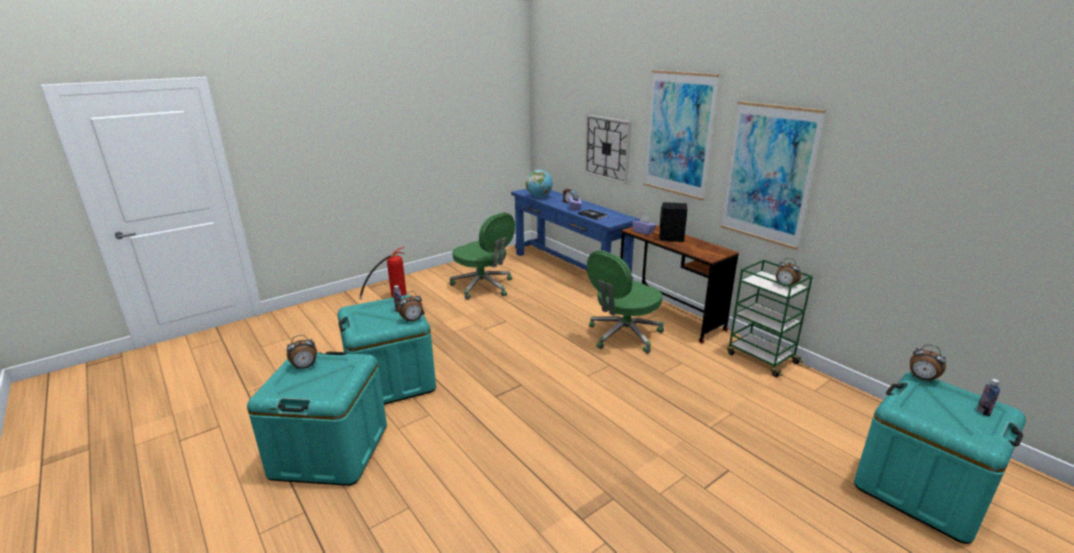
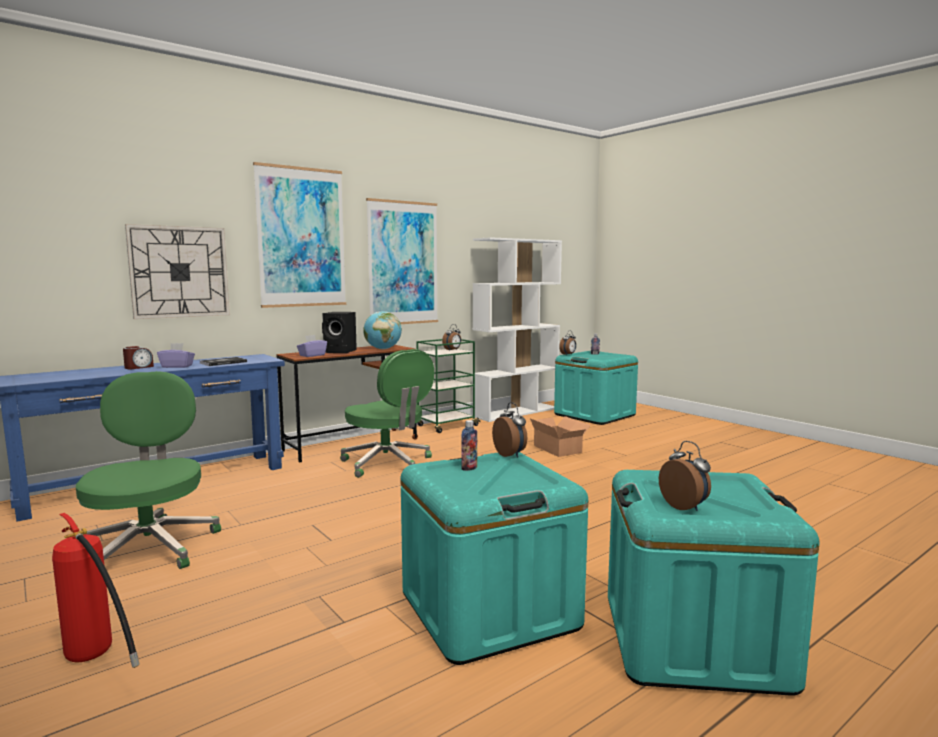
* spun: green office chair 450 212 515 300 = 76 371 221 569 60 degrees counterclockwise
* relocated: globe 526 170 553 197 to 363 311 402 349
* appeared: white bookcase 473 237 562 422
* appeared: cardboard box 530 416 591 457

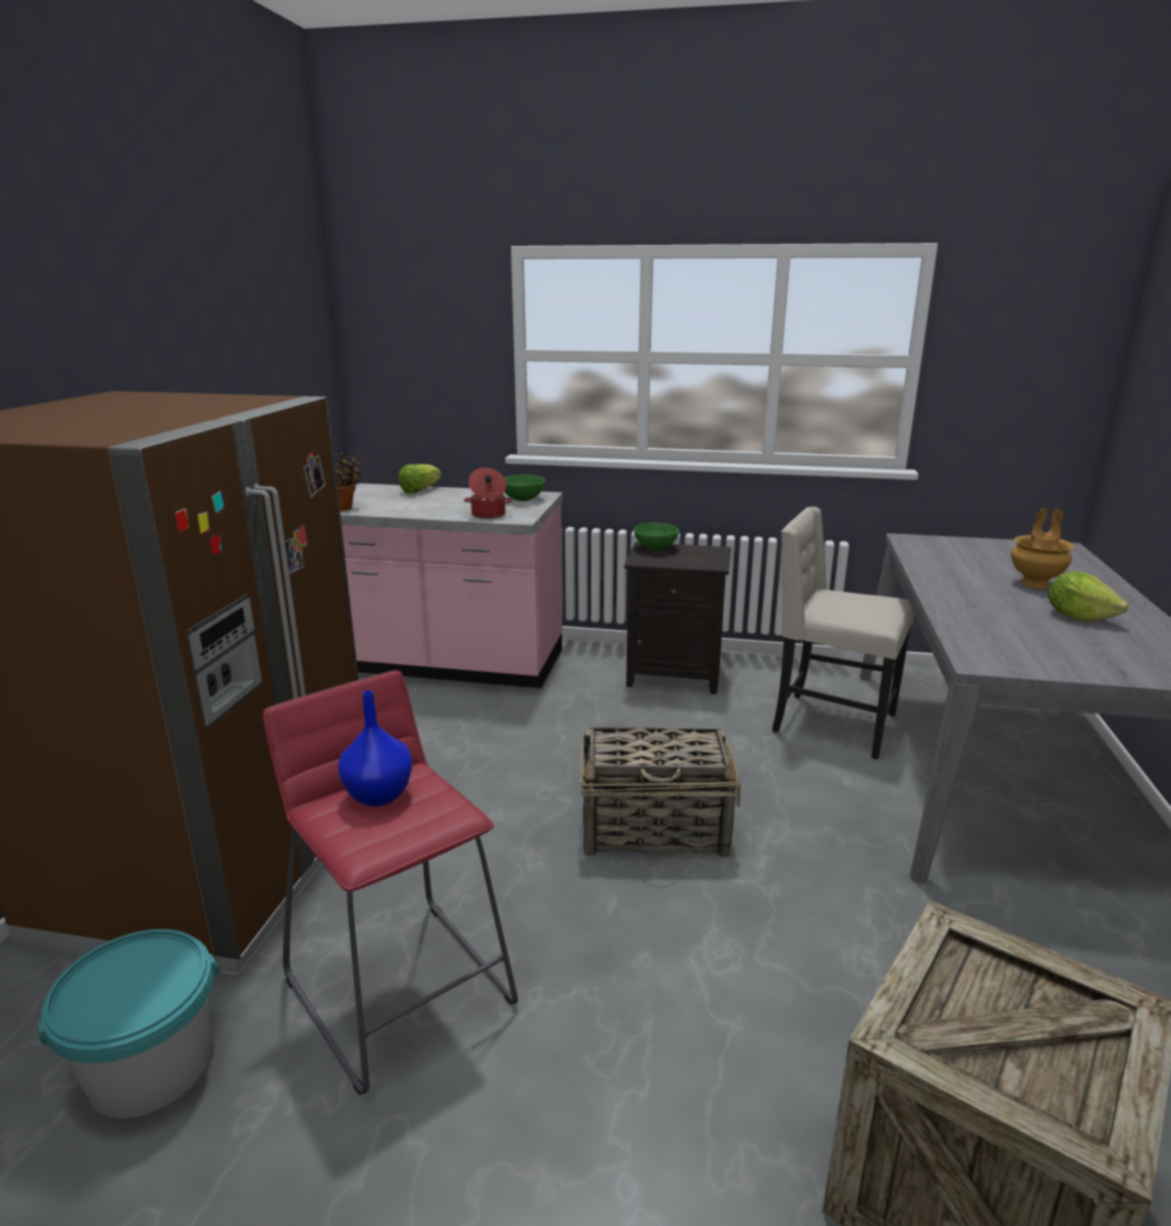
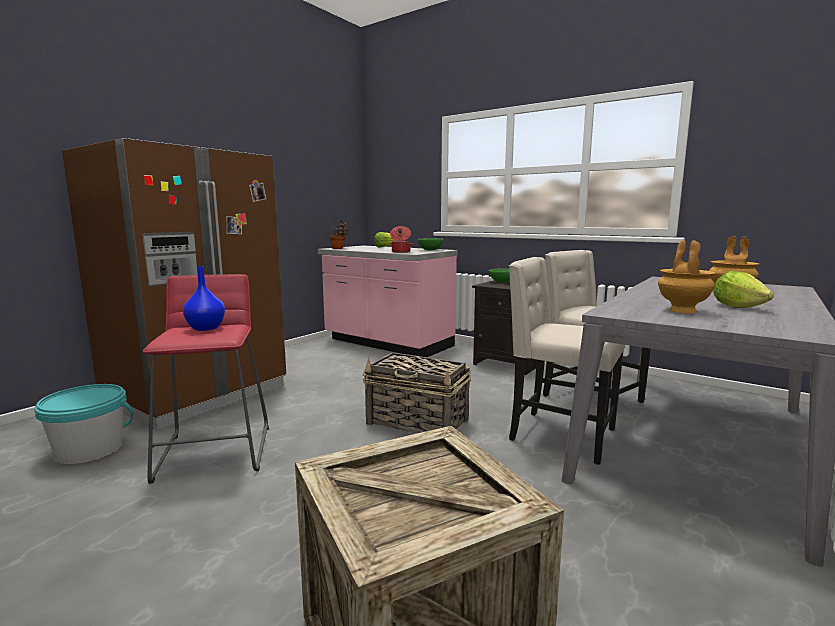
* appeared: beige chair 509 257 625 465
* appeared: brown vase 658 240 715 313

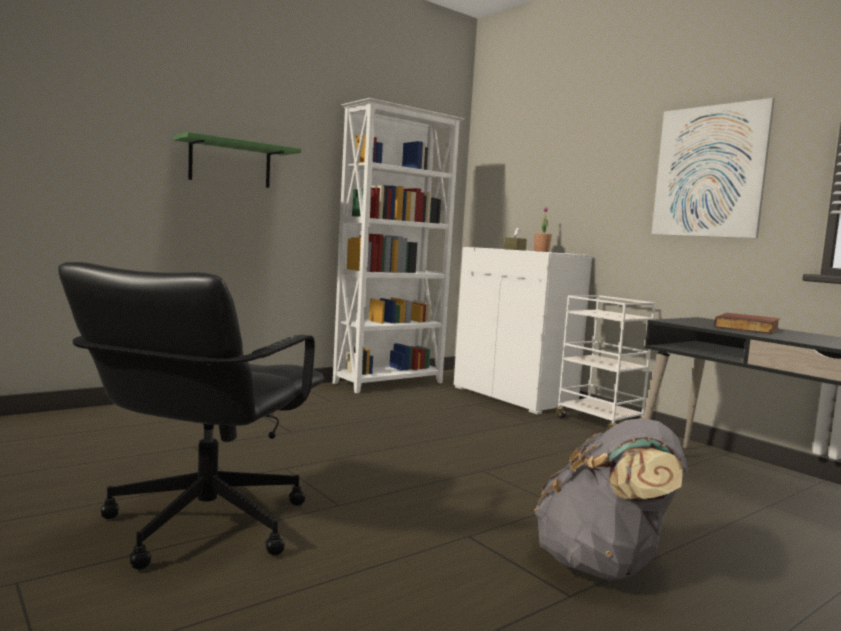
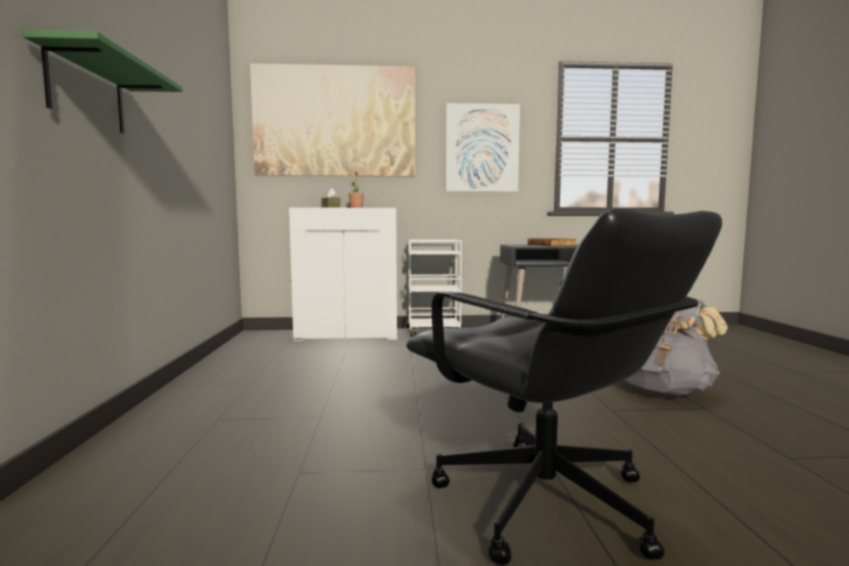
* appeared: picture 250 63 415 176
* missing: white bookcase 333 98 465 393

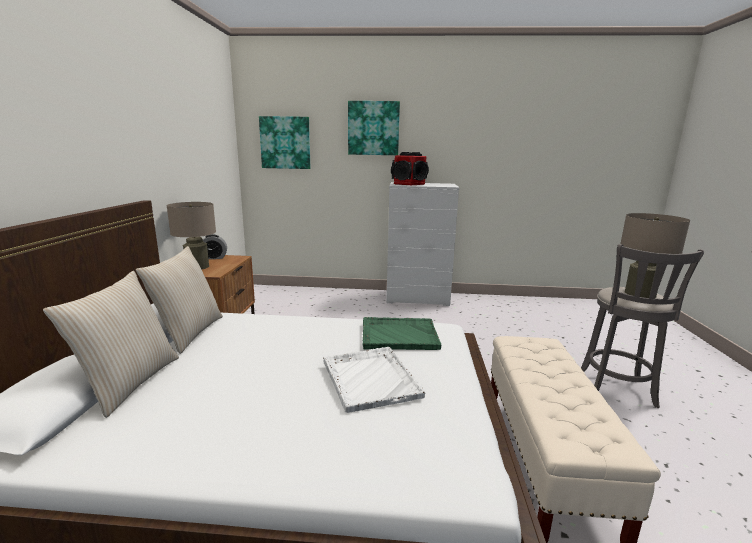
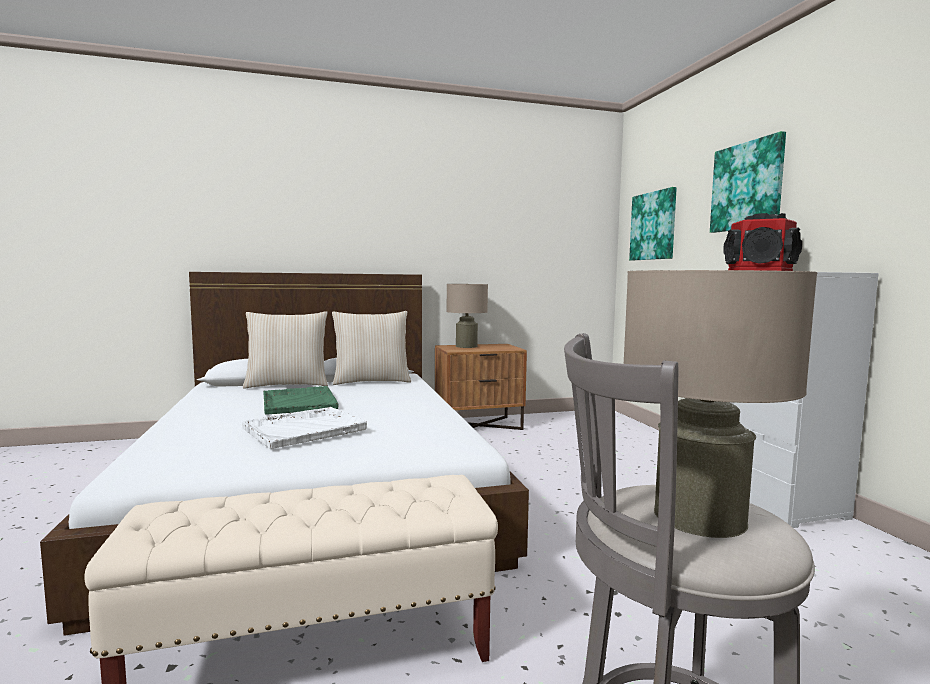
* relocated: green tray 362 317 441 350 to 263 386 339 415
* missing: alarm clock 203 235 227 259

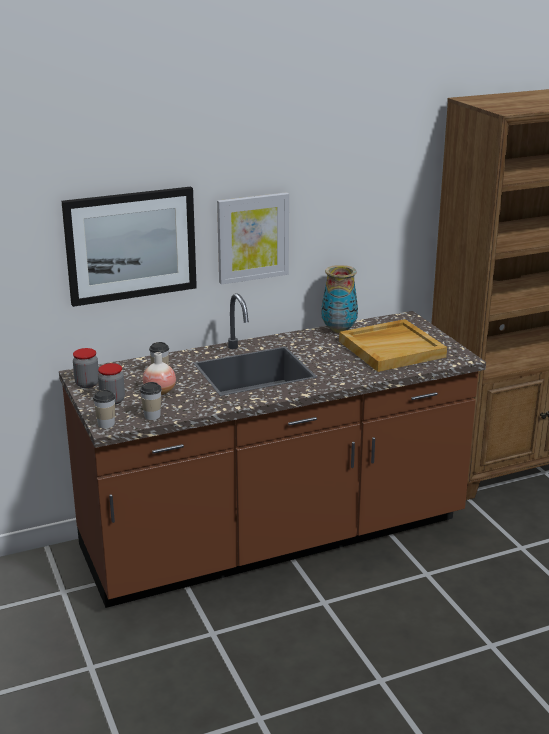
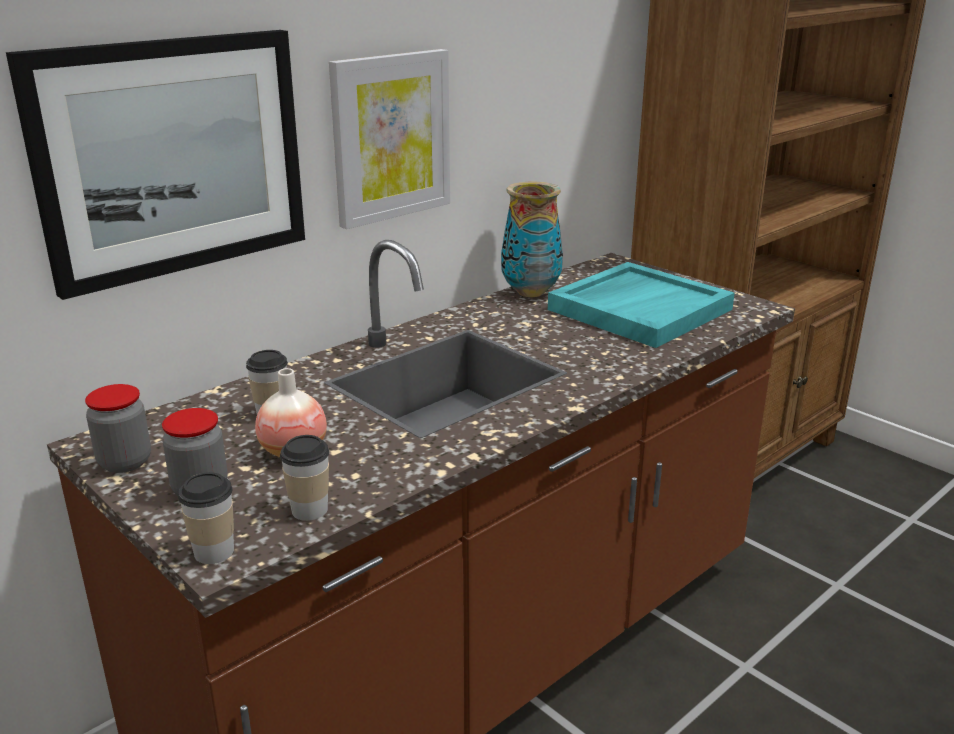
* colour: beige tray 339 319 447 372 to turquoise tray 548 262 735 348

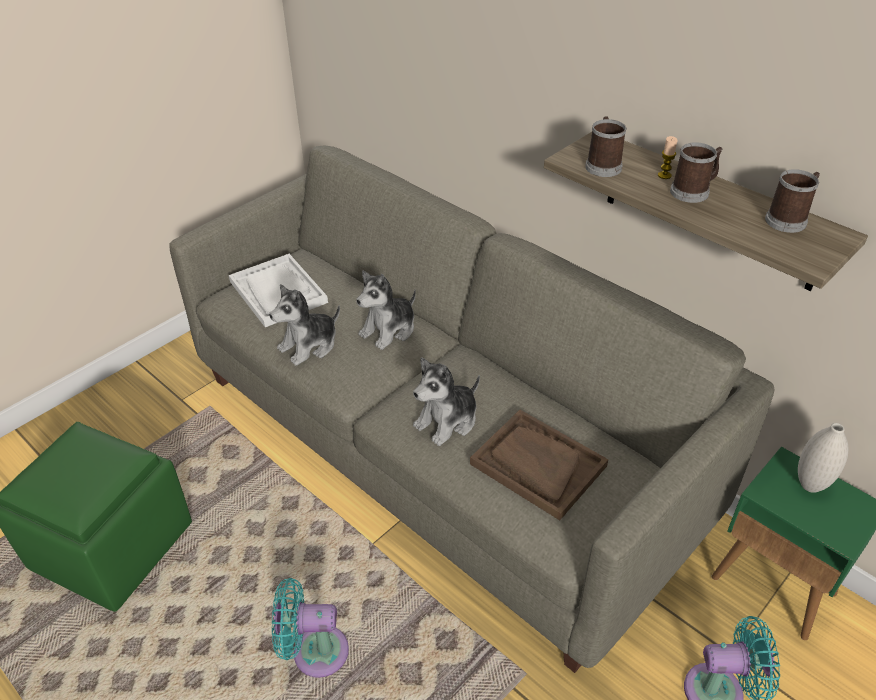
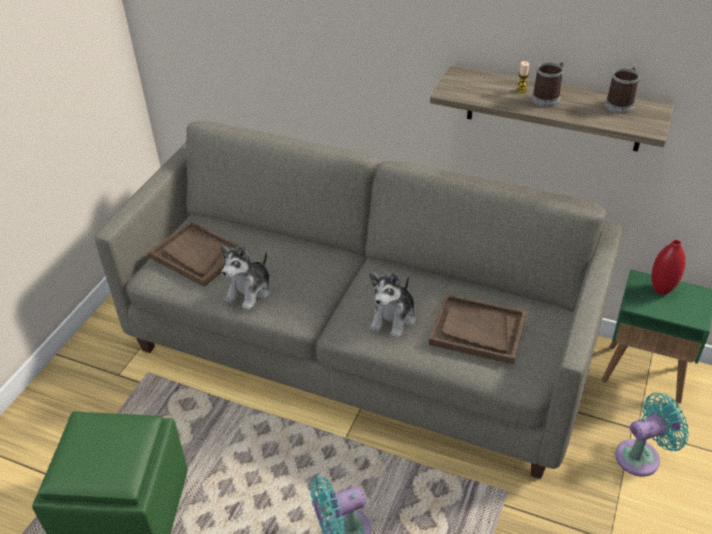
* colour: white tray 229 254 328 327 to brown tray 148 221 245 287
* colour: white vase 798 423 848 493 to red vase 651 240 686 295
* missing: plush toy 356 271 416 350
* missing: mug 585 116 627 177

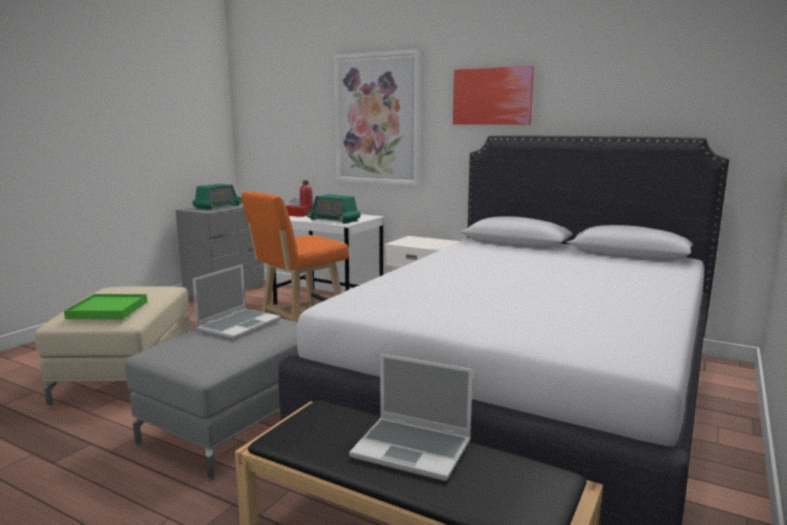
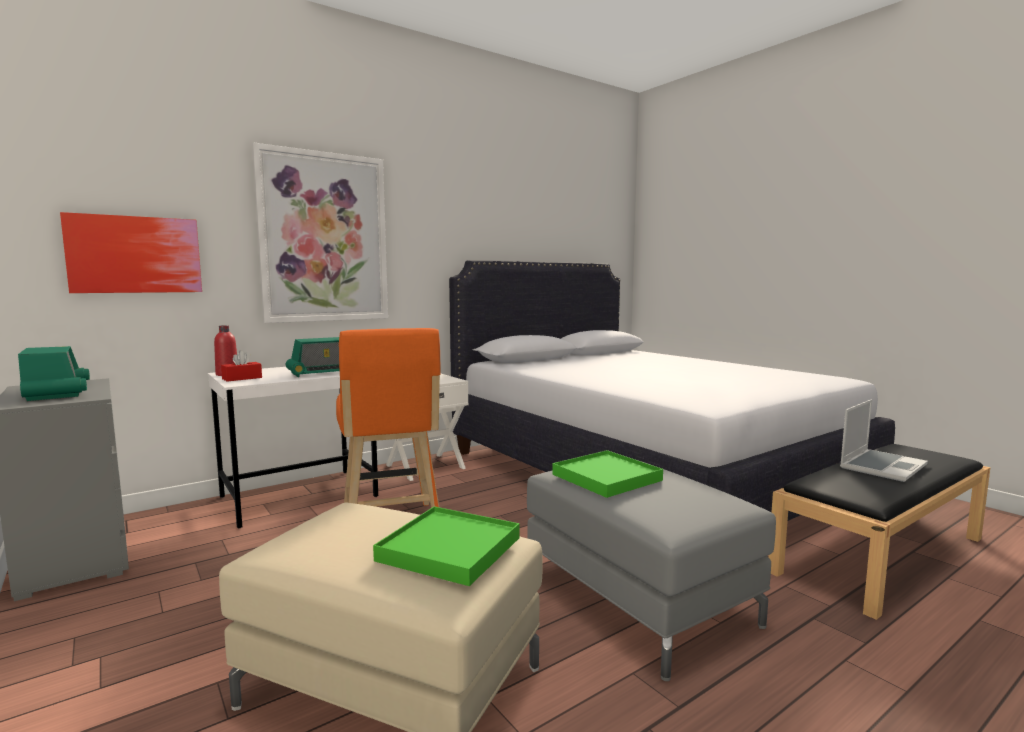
* relocated: picture 453 66 534 125 to 60 212 202 293
* exchanged: laptop 193 264 281 340 to green tray 552 450 663 498

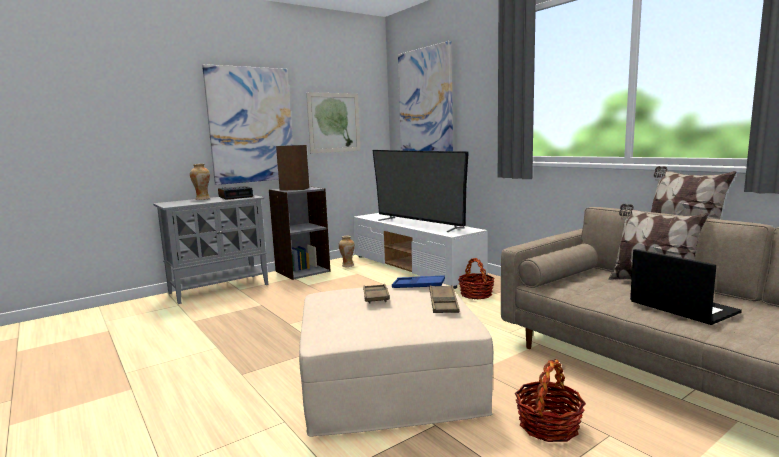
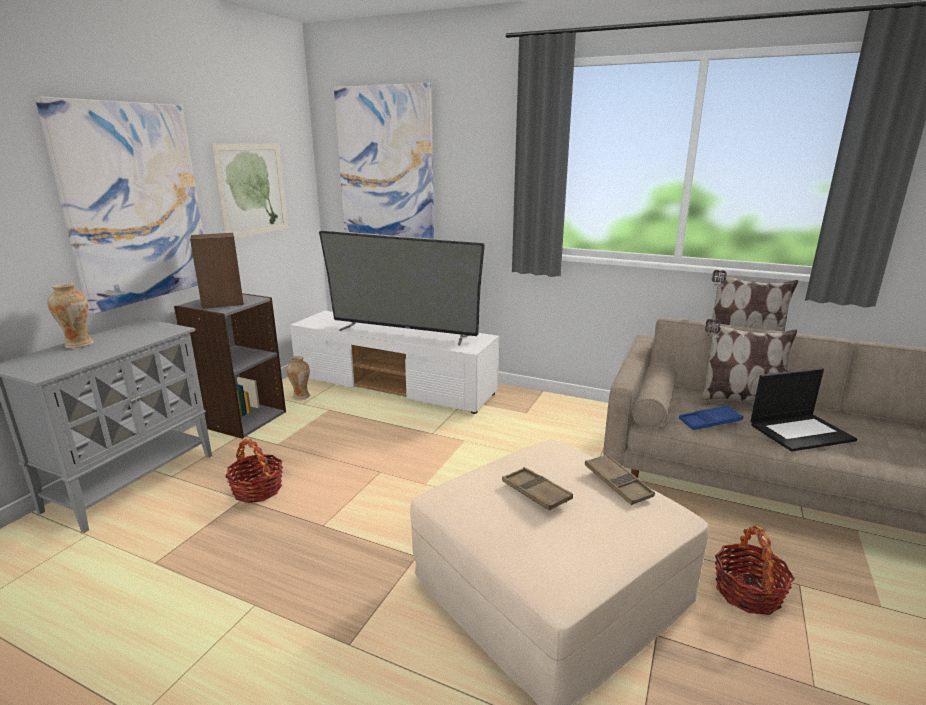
* relocated: basket 458 258 495 299 to 225 439 283 503
* relocated: blue tray 392 275 445 288 to 679 405 743 430
* spun: laptop 630 249 742 325 = 750 368 857 451 135 degrees clockwise
* missing: alarm clock 218 186 253 200

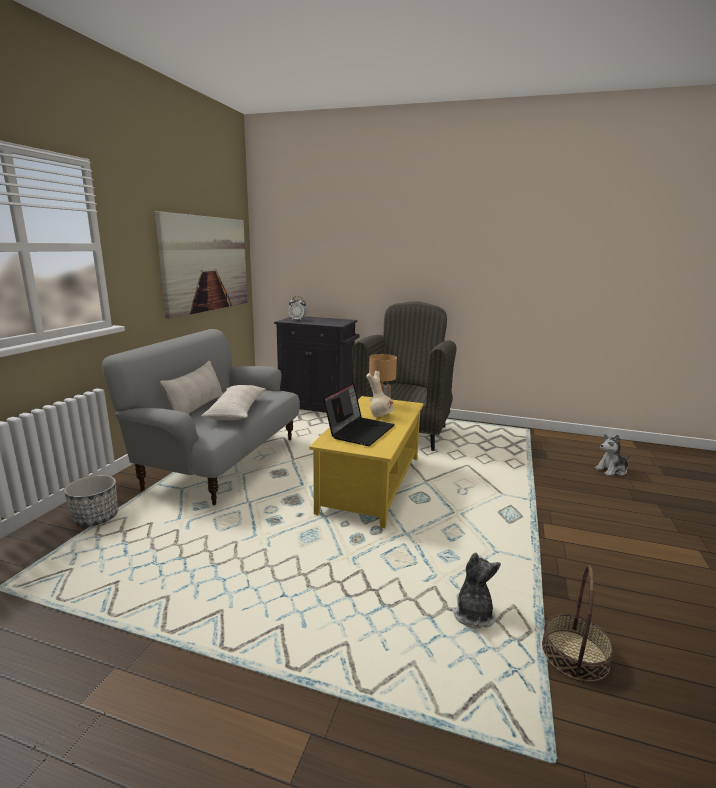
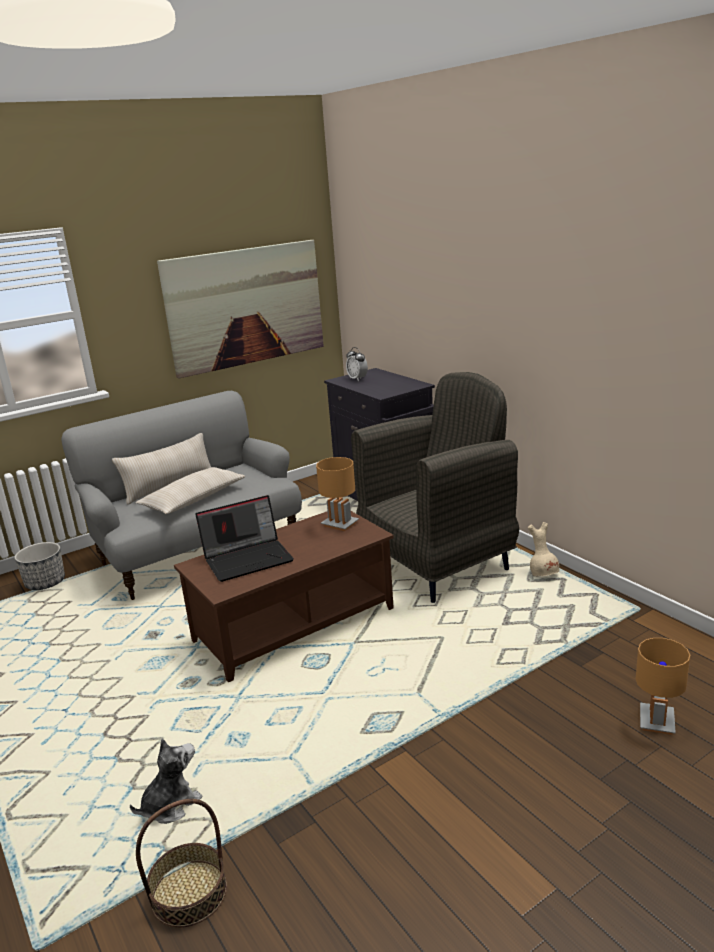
* colour: yellow coffee table 309 396 424 528 to brown coffee table 174 511 394 682
* relocated: beige vase 366 371 394 417 to 528 522 560 577
* exchanged: plush toy 594 434 631 476 to brown table lamp 636 638 690 735

